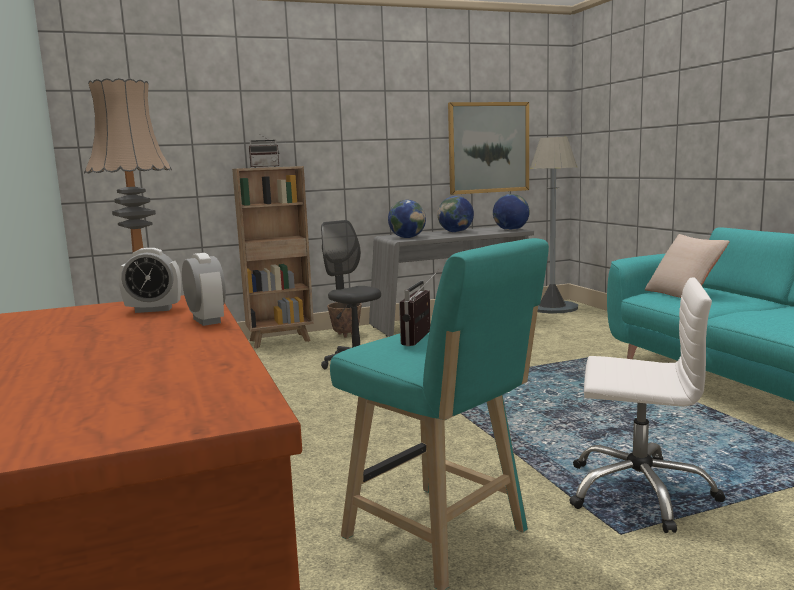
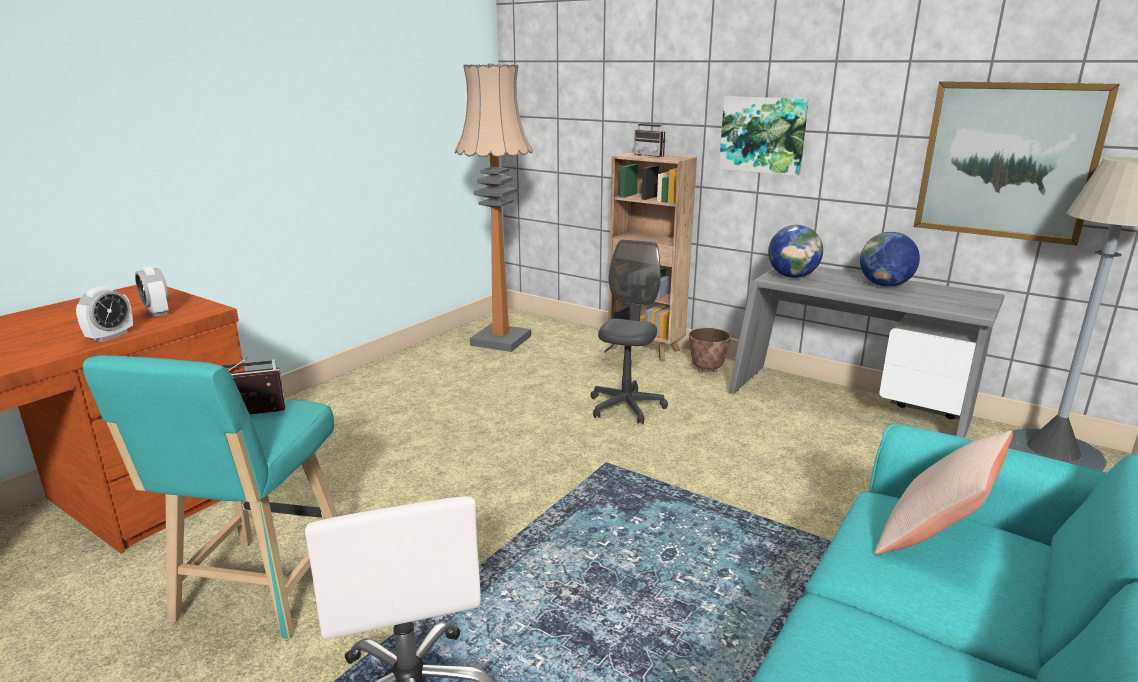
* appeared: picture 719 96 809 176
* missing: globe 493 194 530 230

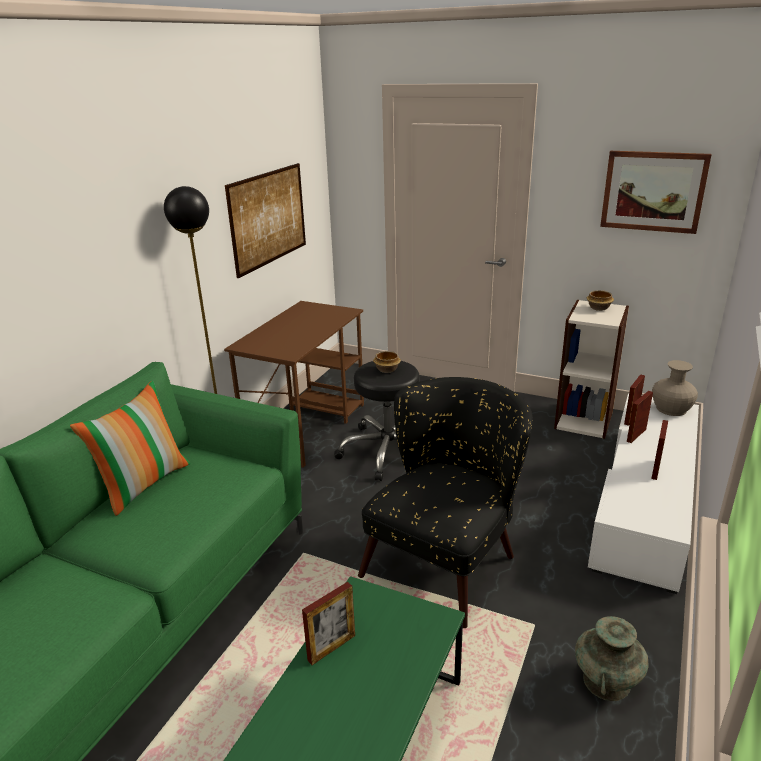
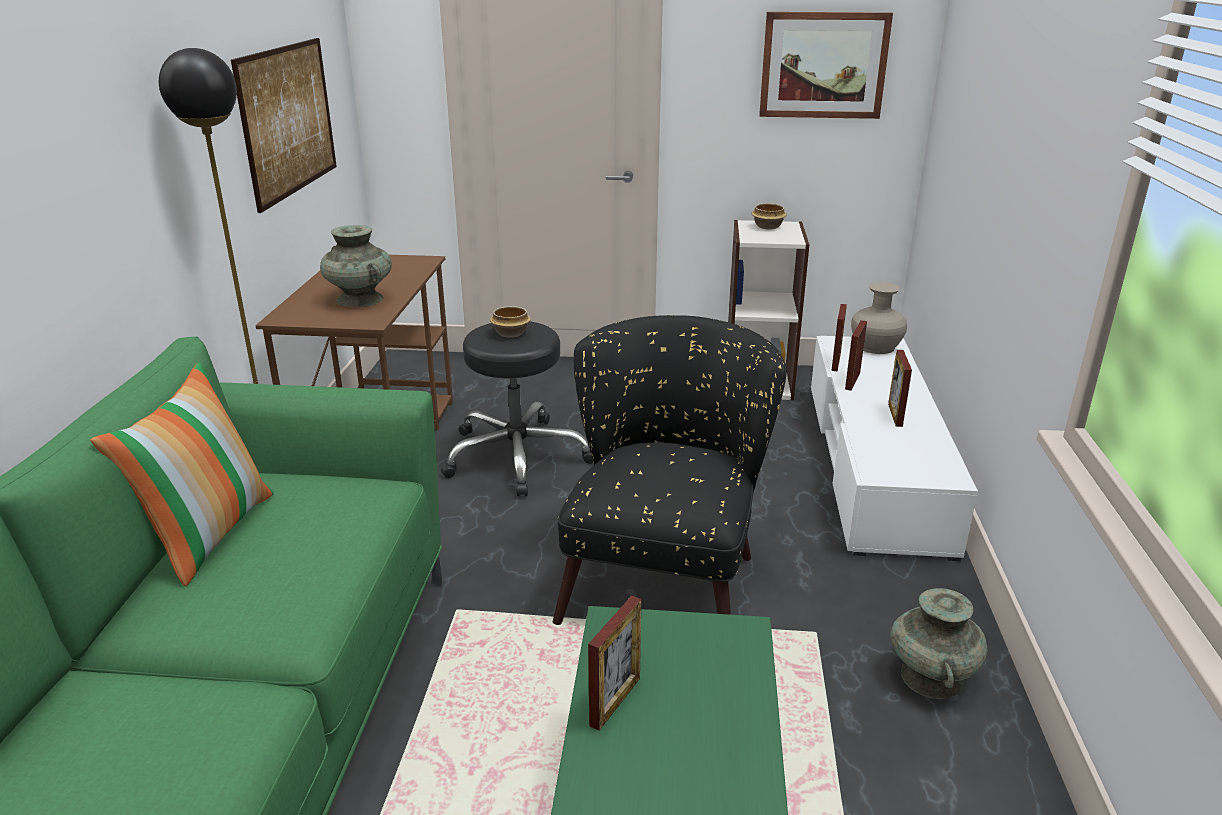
* appeared: turquoise vase 320 225 392 307

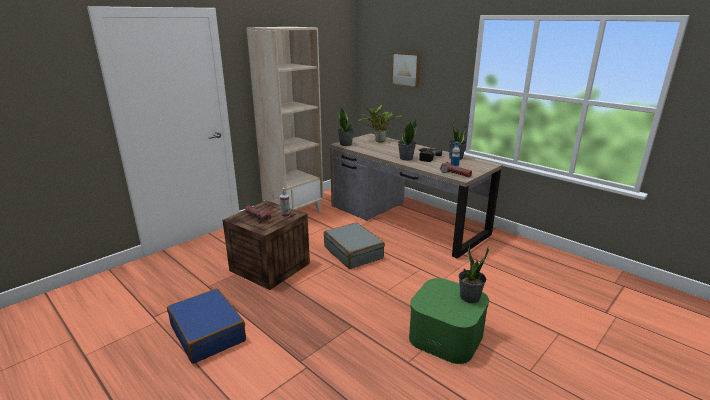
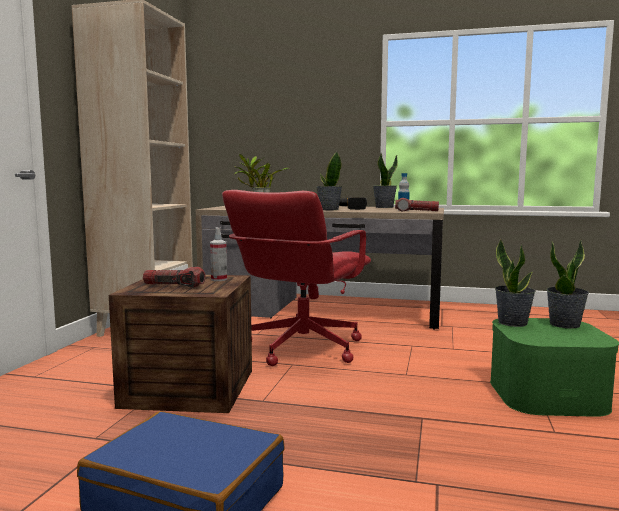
* exchanged: grey suitcase 324 223 385 269 to red office chair 222 190 371 366
* relocated: potted plant 338 107 354 146 to 495 239 536 327
* missing: picture 392 52 421 88

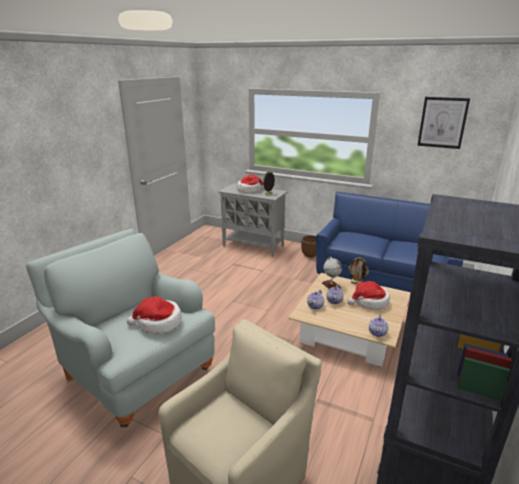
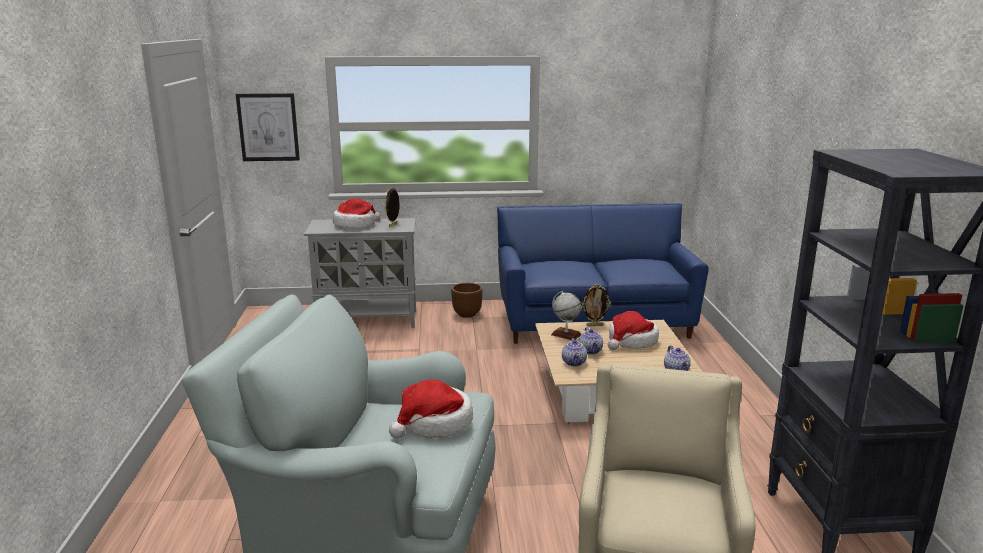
* relocated: picture 417 97 470 149 to 236 93 300 161

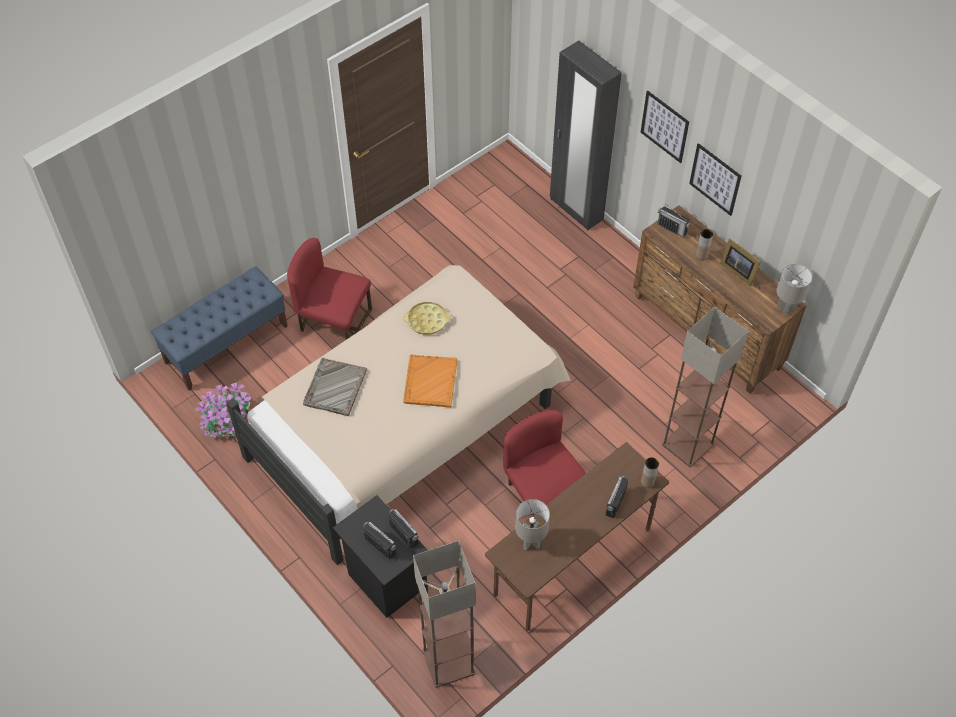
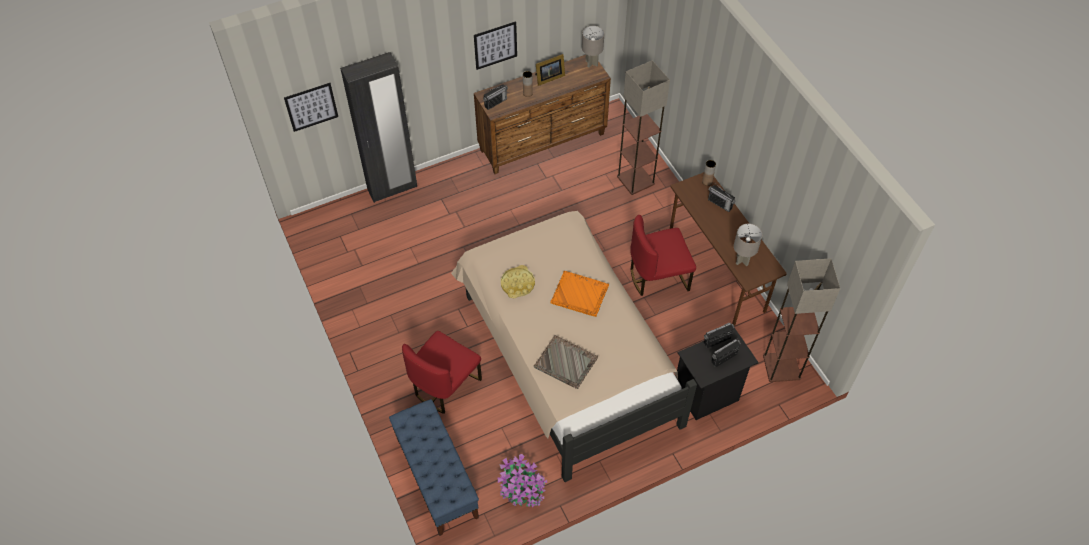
* relocated: picture 641 91 689 163 to 284 83 338 132

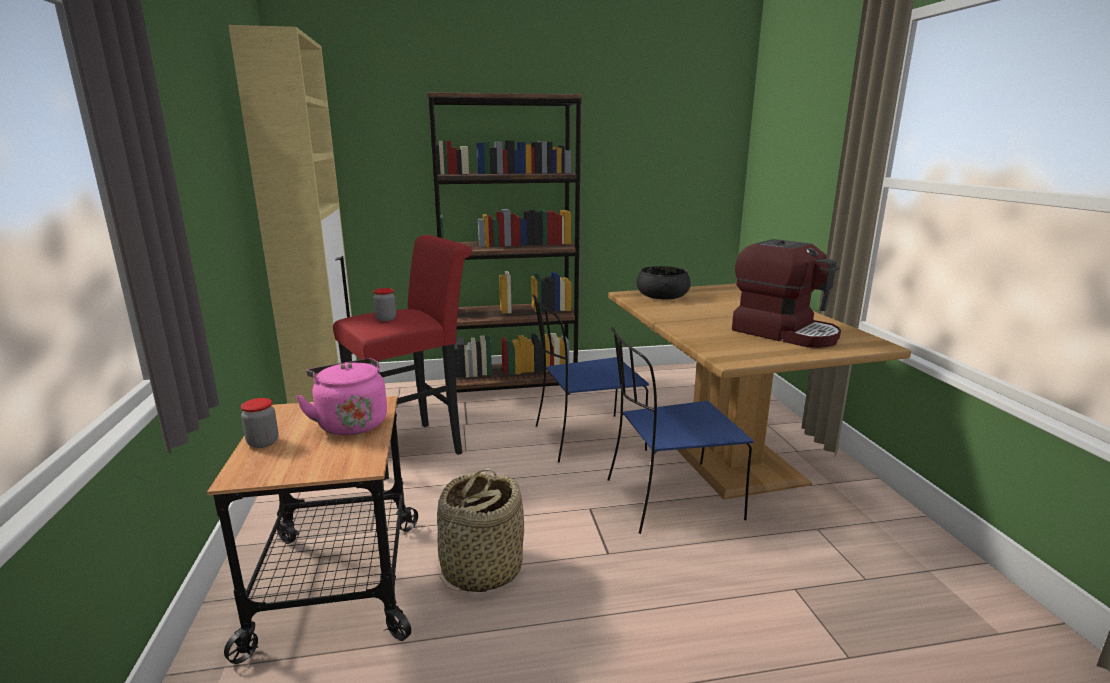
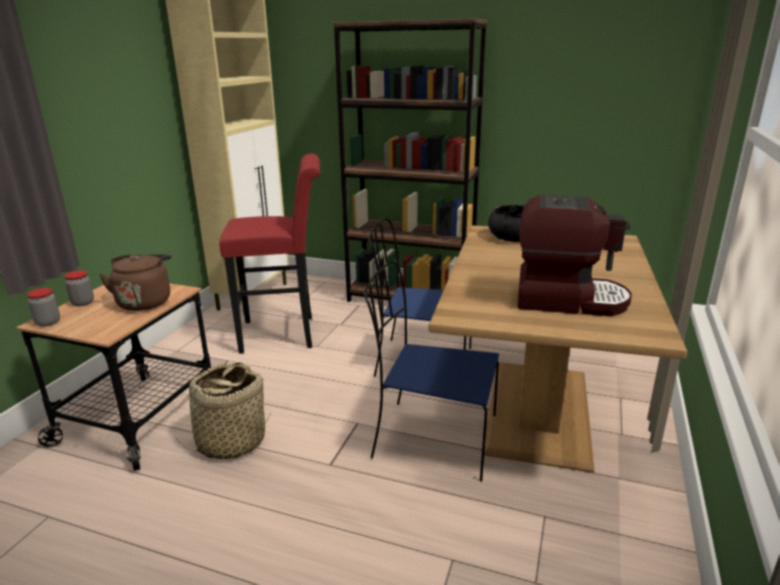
* relocated: jar 373 288 396 321 to 27 288 60 327
* colour: pink kettle 296 358 387 436 to brown kettle 99 254 171 311
* spun: coffee machine 732 239 841 348 = 518 195 632 316 60 degrees counterclockwise

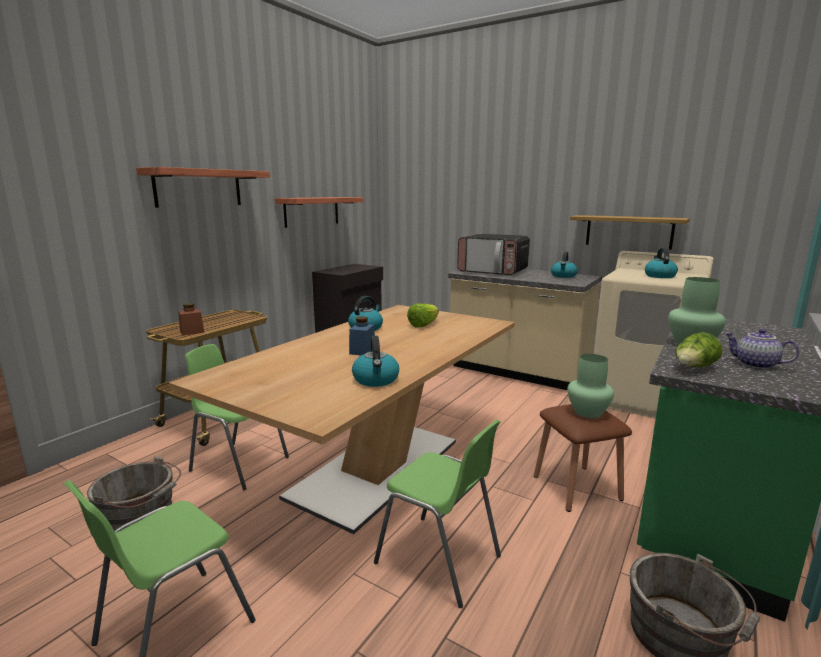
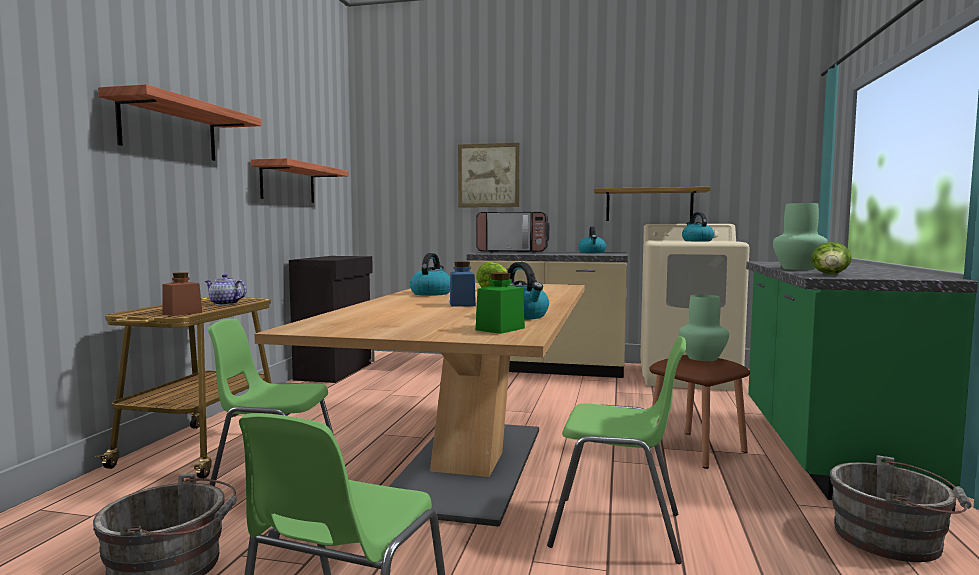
* relocated: teapot 725 329 799 369 to 205 274 246 305
* appeared: picture 458 143 520 208
* appeared: green jar 476 272 525 334

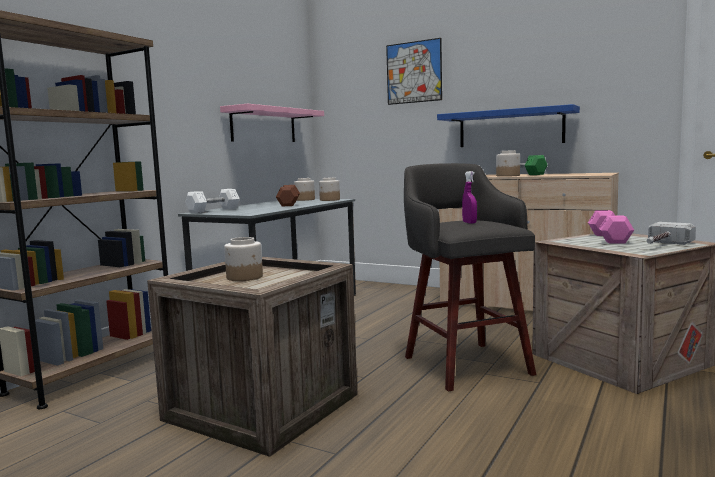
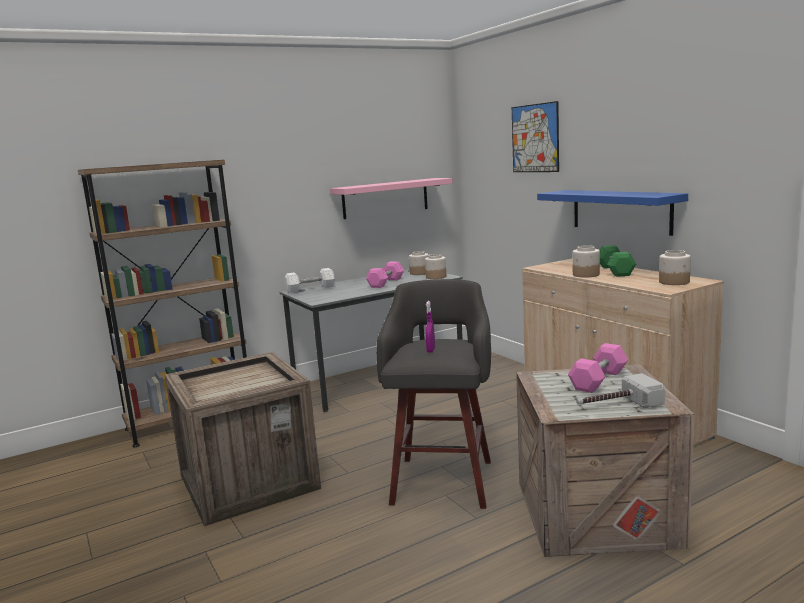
* colour: brown dumbbell 276 185 300 206 to pink dumbbell 366 262 404 288
* relocated: jar 224 237 263 281 to 659 250 691 285

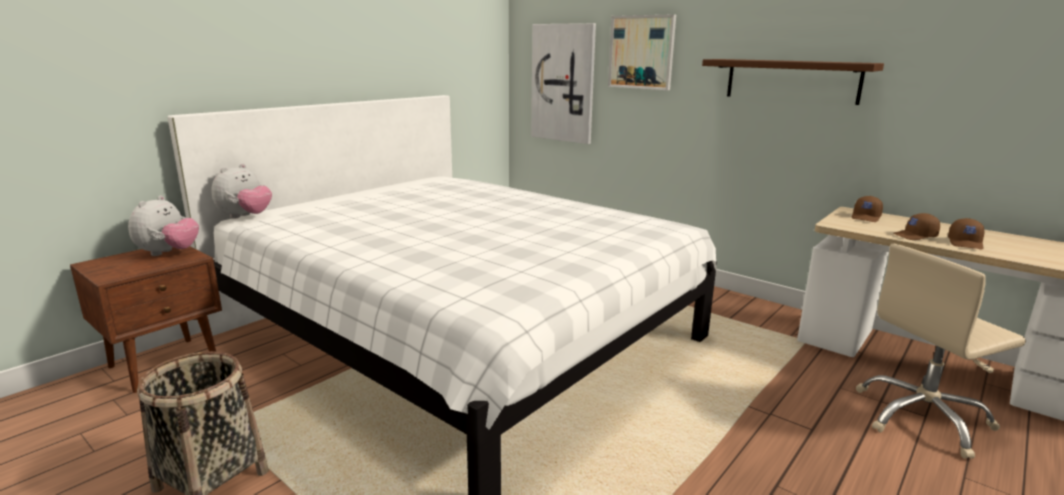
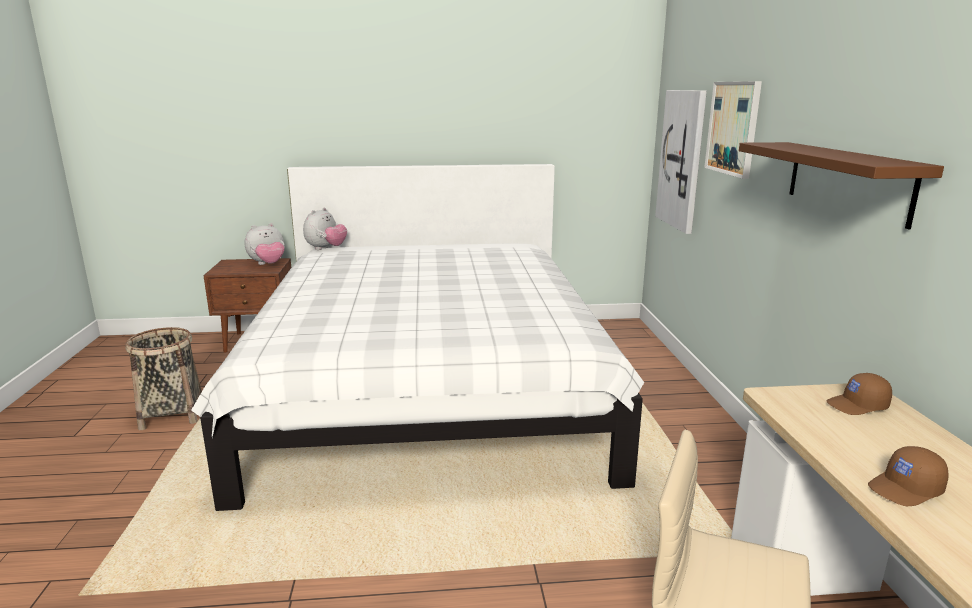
* spun: plush toy 211 164 272 219 = 303 208 347 250 45 degrees counterclockwise
* missing: brown cap 894 213 940 240

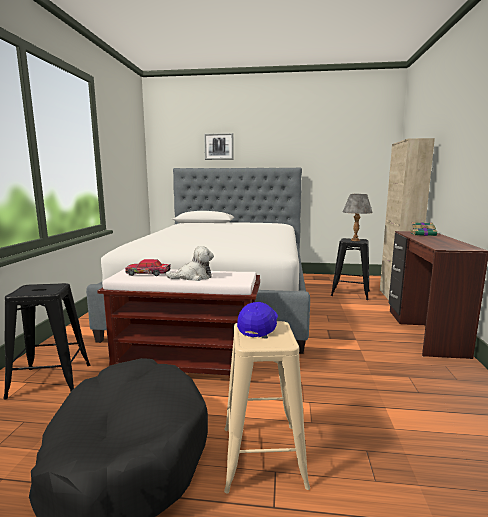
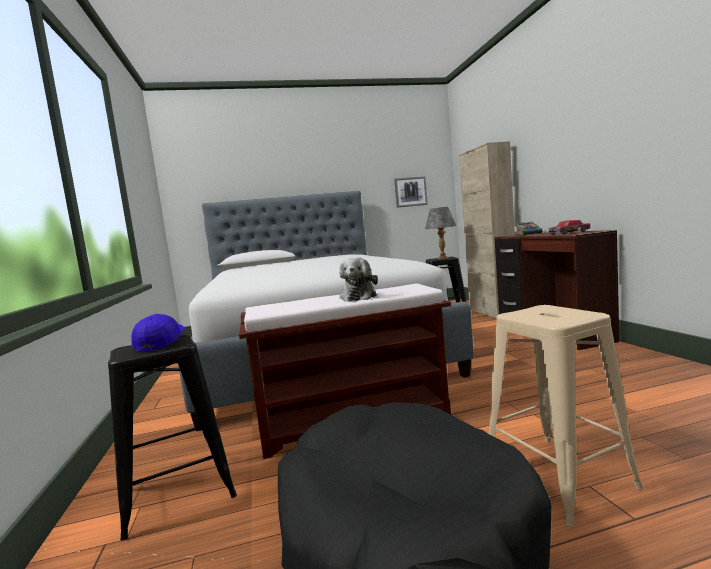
* relocated: blue cap 237 302 278 337 to 131 314 185 352
* spun: plush toy 166 246 214 281 = 339 257 378 301 135 degrees clockwise
* relocated: picture 204 133 234 160 to 394 176 428 208
* relocated: toy car 125 259 171 276 to 549 220 590 235

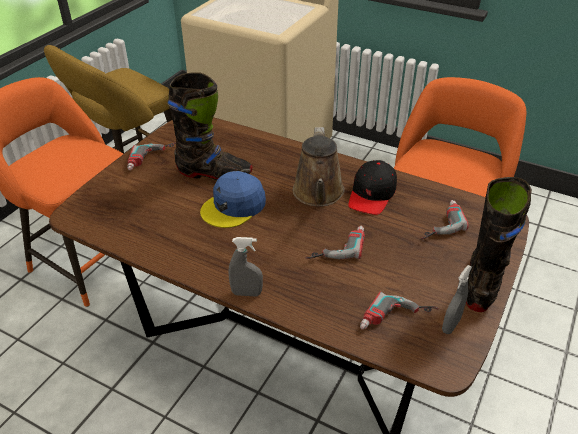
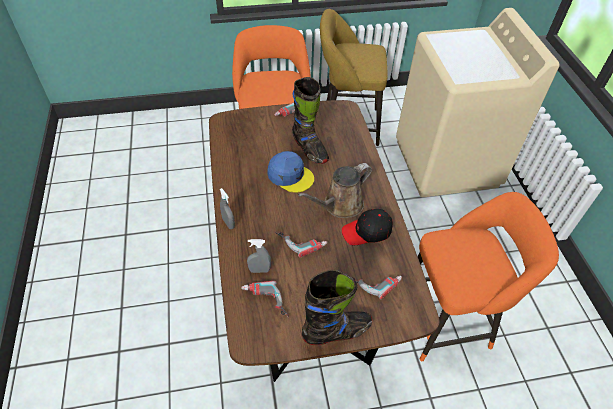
* relocated: grey spray bottle 442 265 472 334 to 247 239 271 273
* spun: blue cap 200 171 266 228 = 267 151 314 193 150 degrees counterclockwise

